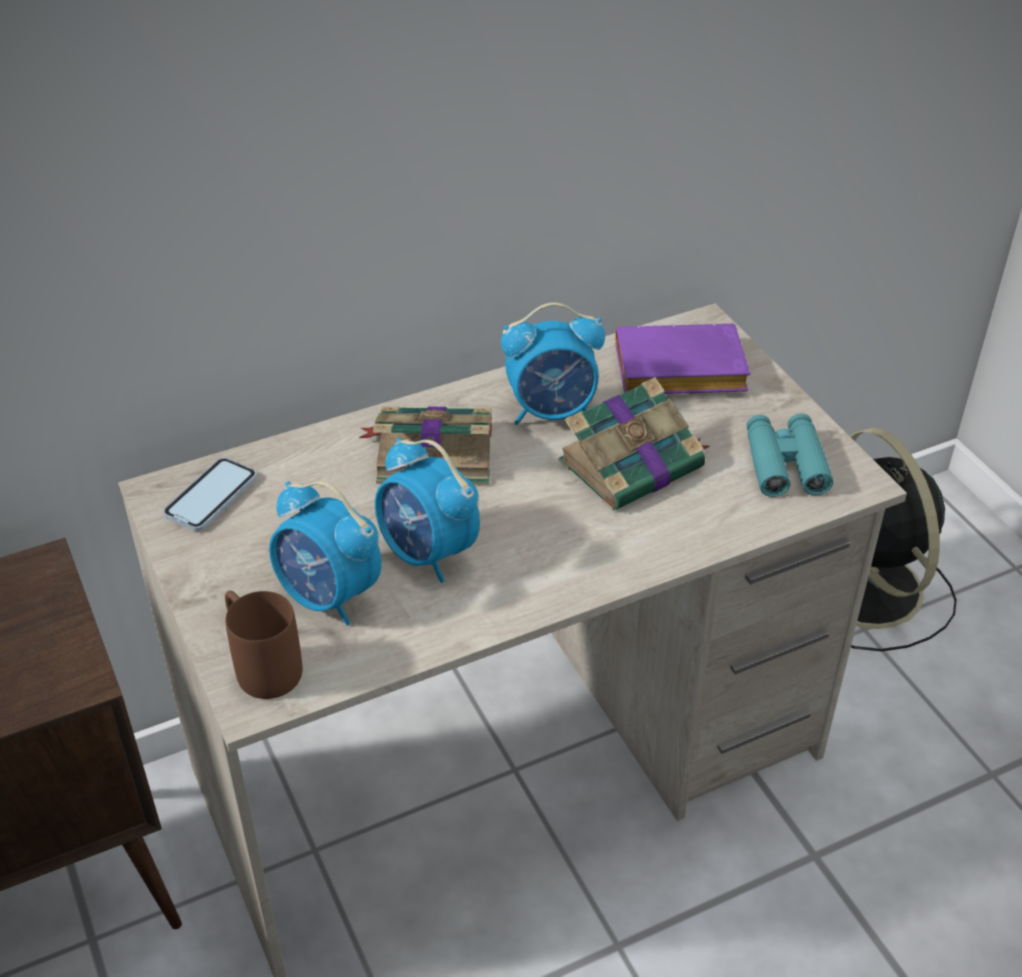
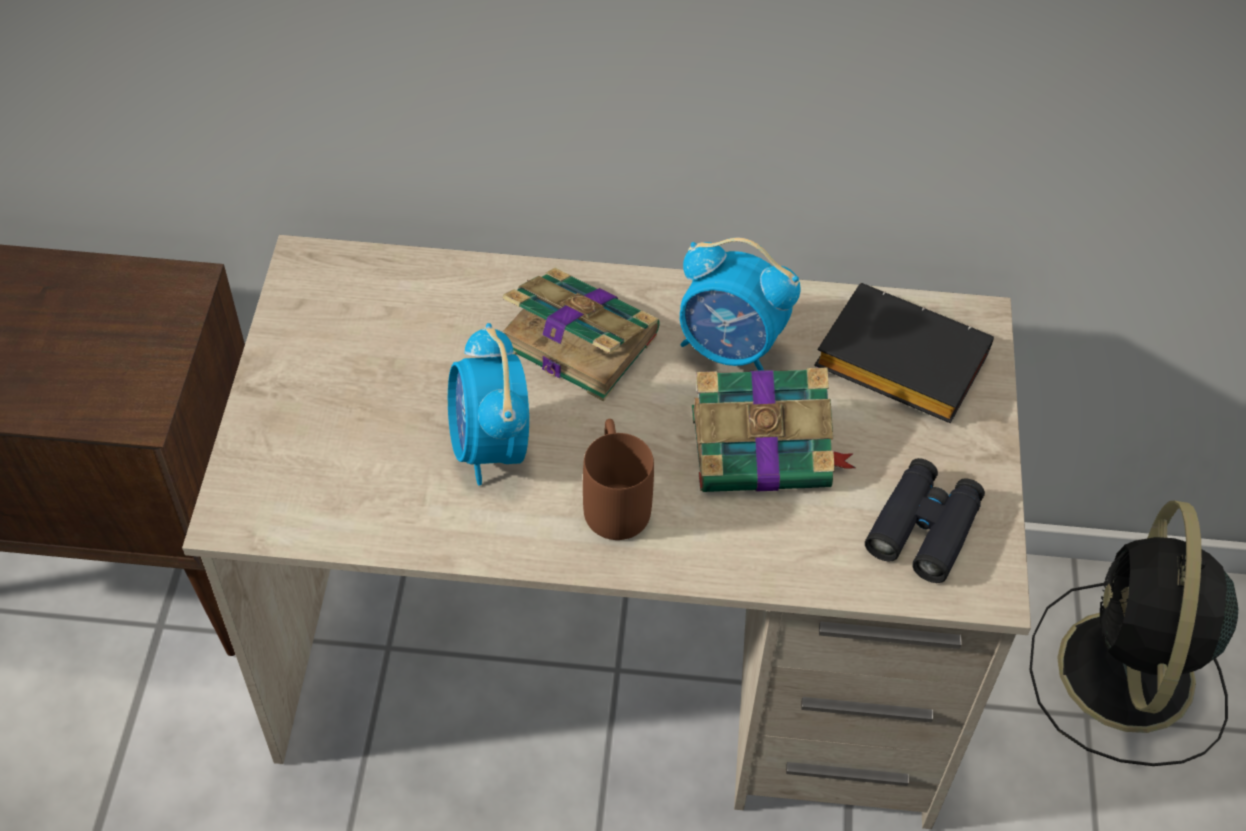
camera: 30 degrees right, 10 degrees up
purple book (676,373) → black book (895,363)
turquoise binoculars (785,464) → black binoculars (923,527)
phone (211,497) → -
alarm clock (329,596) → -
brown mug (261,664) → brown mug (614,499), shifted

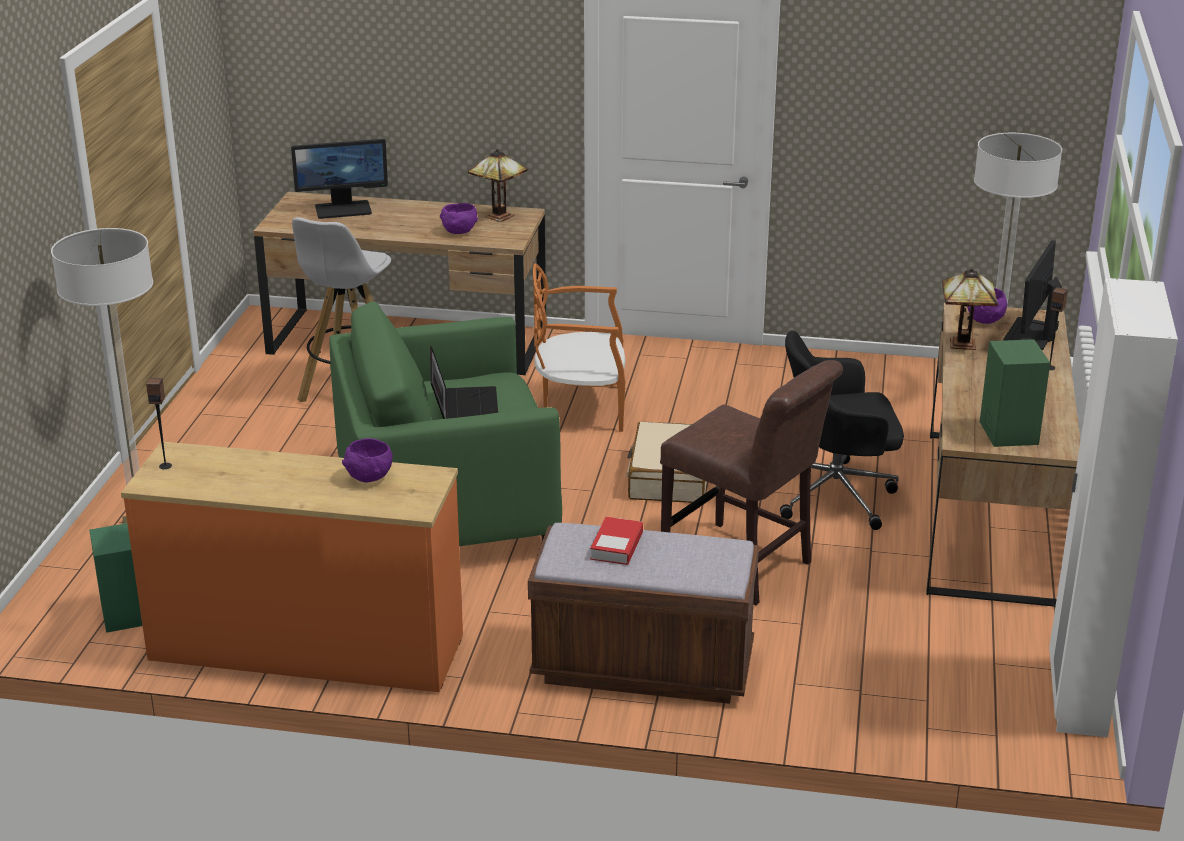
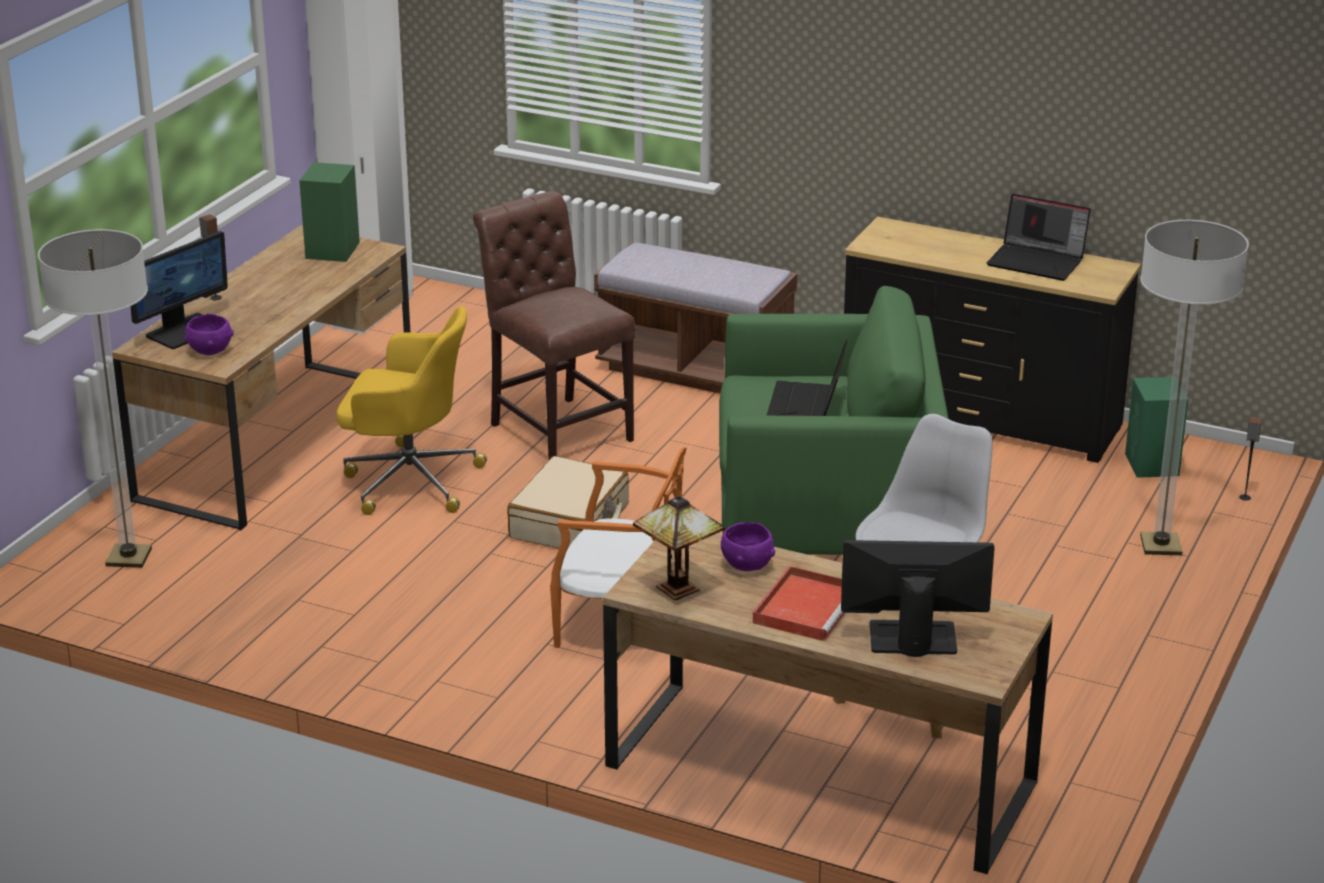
camera: 165 degrees left, 0 degrees up
table lamp (964,343) → -
black office chair (836,494) → yellow office chair (409,480)
speaker (165,466) → speaker (1244,497), shifted
purple bowl (369,478) → -
orange dresser (306,649) → black dresser (980,417)
book (616,546) → -
- → laptop (1038,261)
- → red tray (806,607)

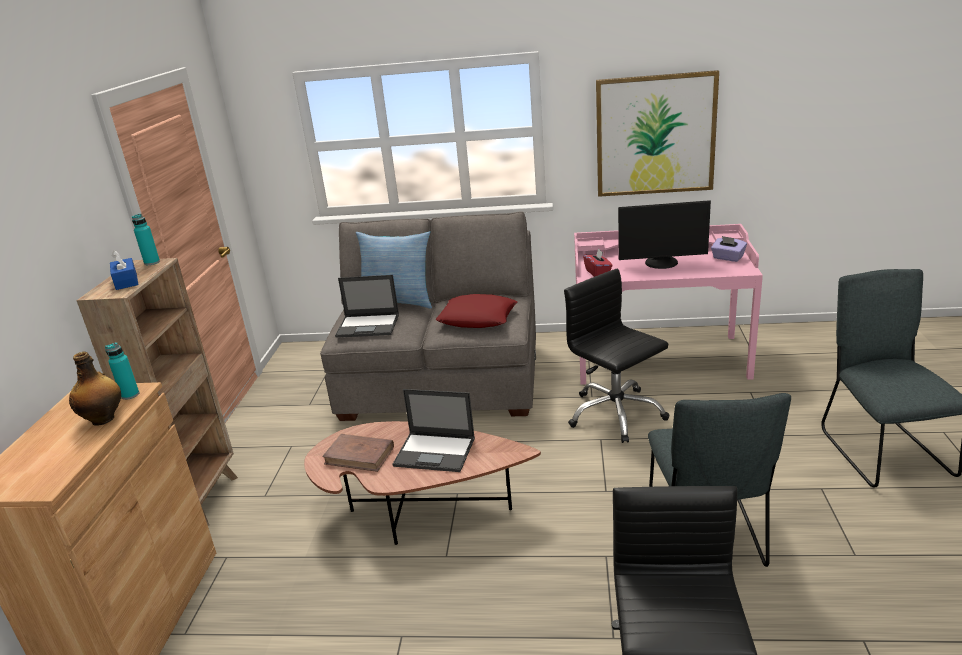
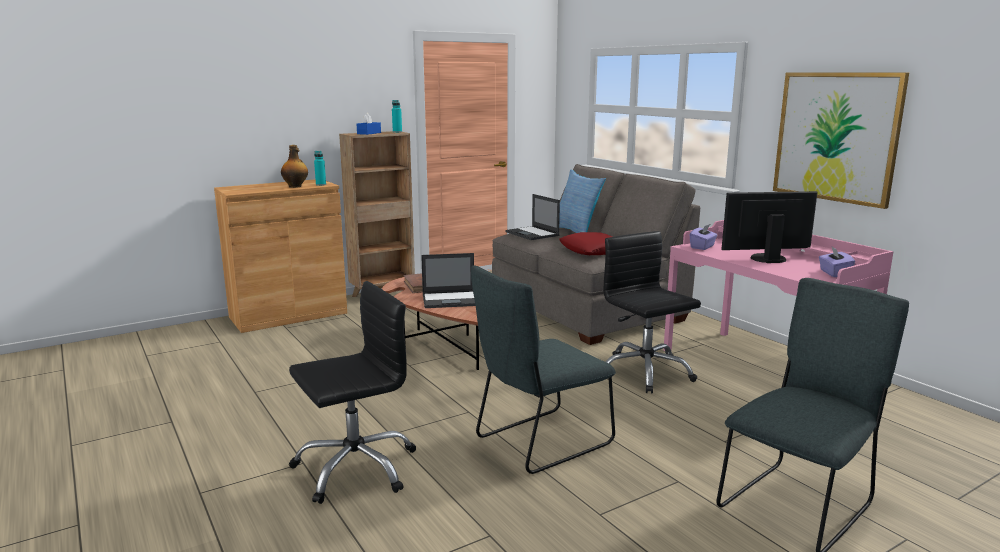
camera: 50 degrees right, 10 degrees down
monitor (661,263) → monitor (767,258), 120 degrees clockwise
red tissue box (598,273) → purple tissue box (702,247)
black office chair (615,414) → black office chair (644,372), 45 degrees counterclockwise
laptop (436,452) → laptop (451,300), 75 degrees counterclockwise

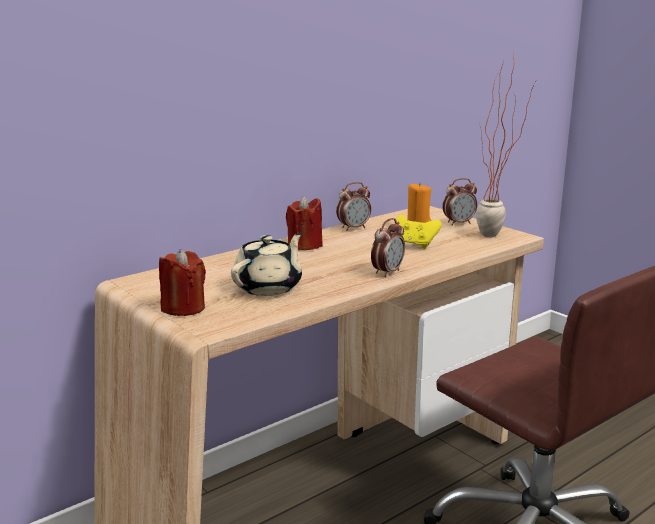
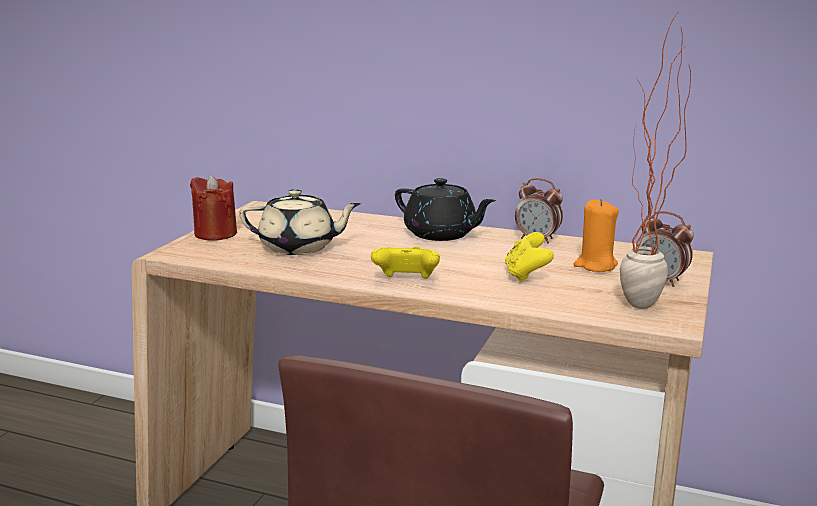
camera: 60 degrees right, 0 degrees up
red candle (304,245) → black teapot (441,234)
alarm clock (387,272) → yellow game controller (406,281)

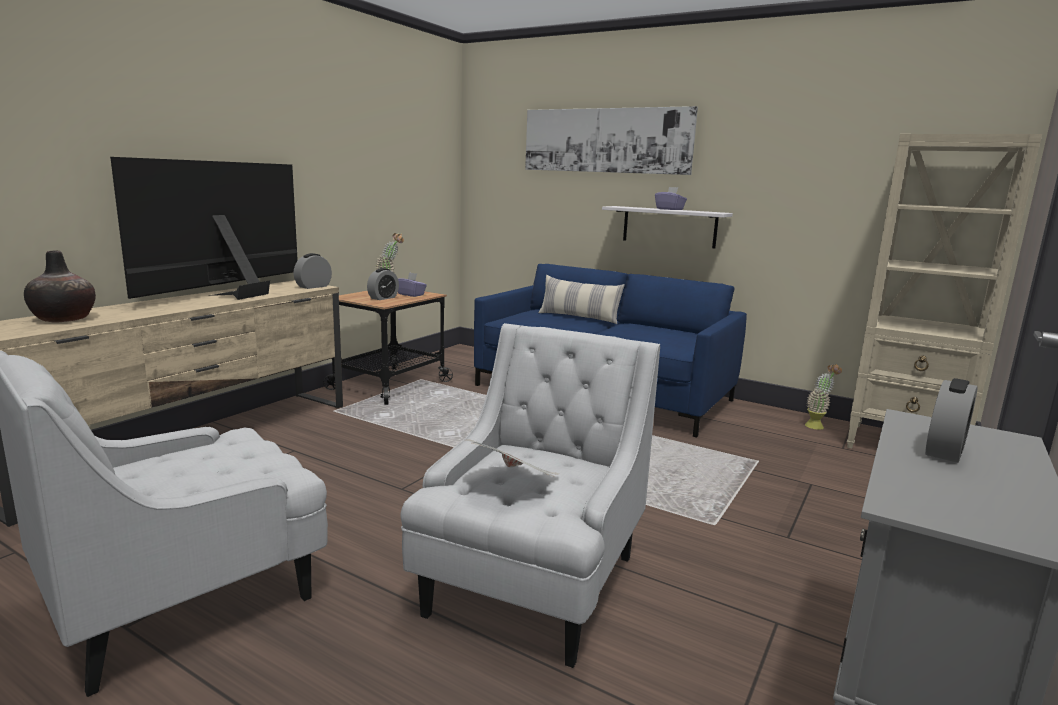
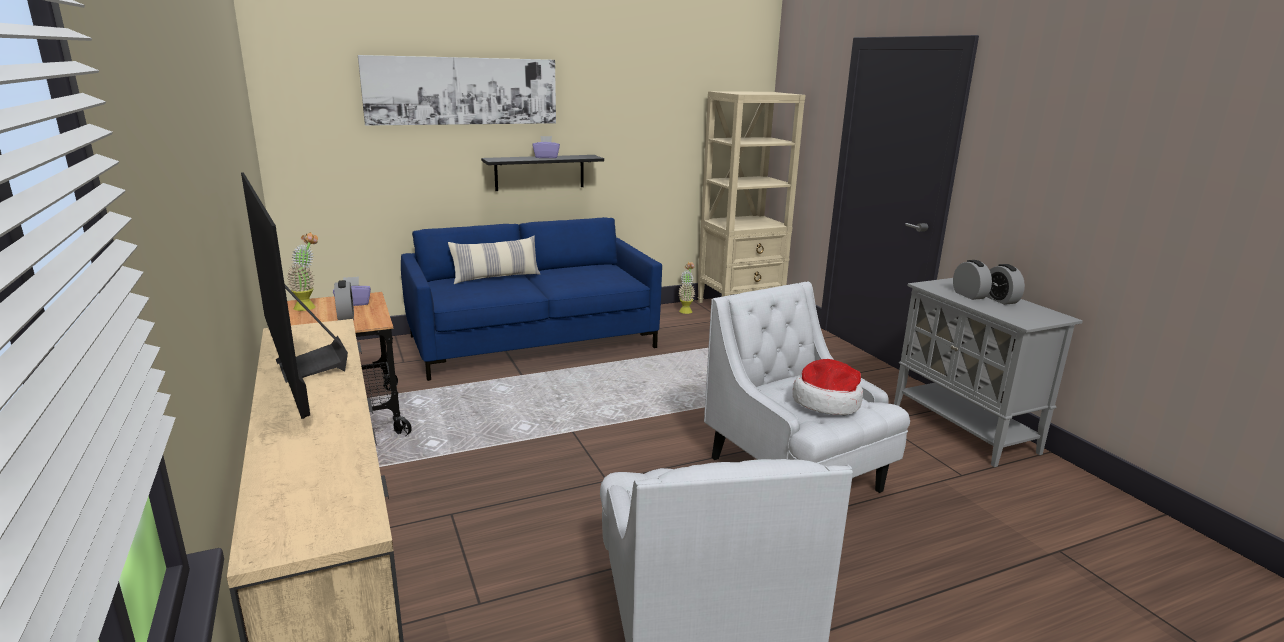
camera: 55 degrees left, 5 degrees up
white shelf (669,226) → black shelf (539,172)
vase (64,319) → -
alarm clock (313,286) → alarm clock (1000,300), shifted
newspaper (514,483) → hat (827,402)

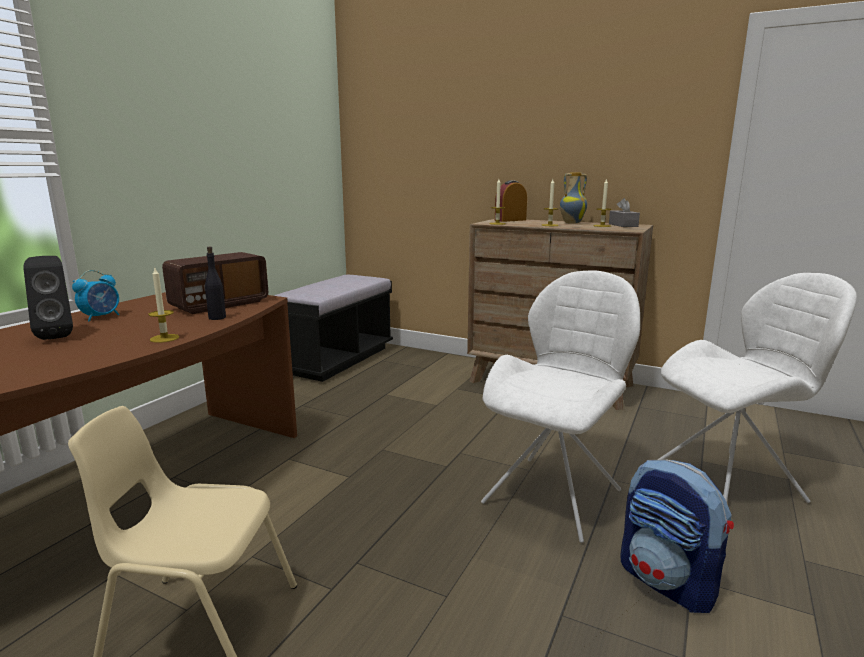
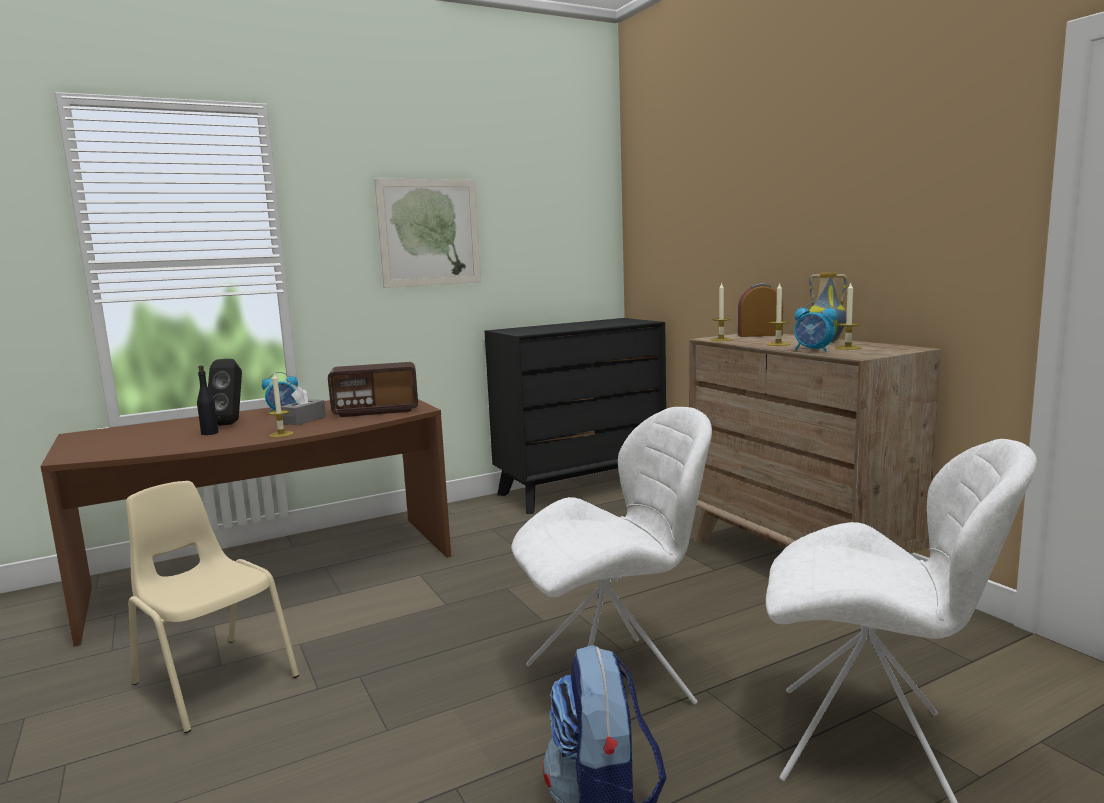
camera: 35 degrees right, 5 degrees down
grey tissue box (623,225) → grey tissue box (304,420), shifted
black bottle (217,318) → black bottle (209,433), shifted
black bench (336,359) → black dresser (581,489)
- → picture (429,232)
- → alarm clock (813,350)

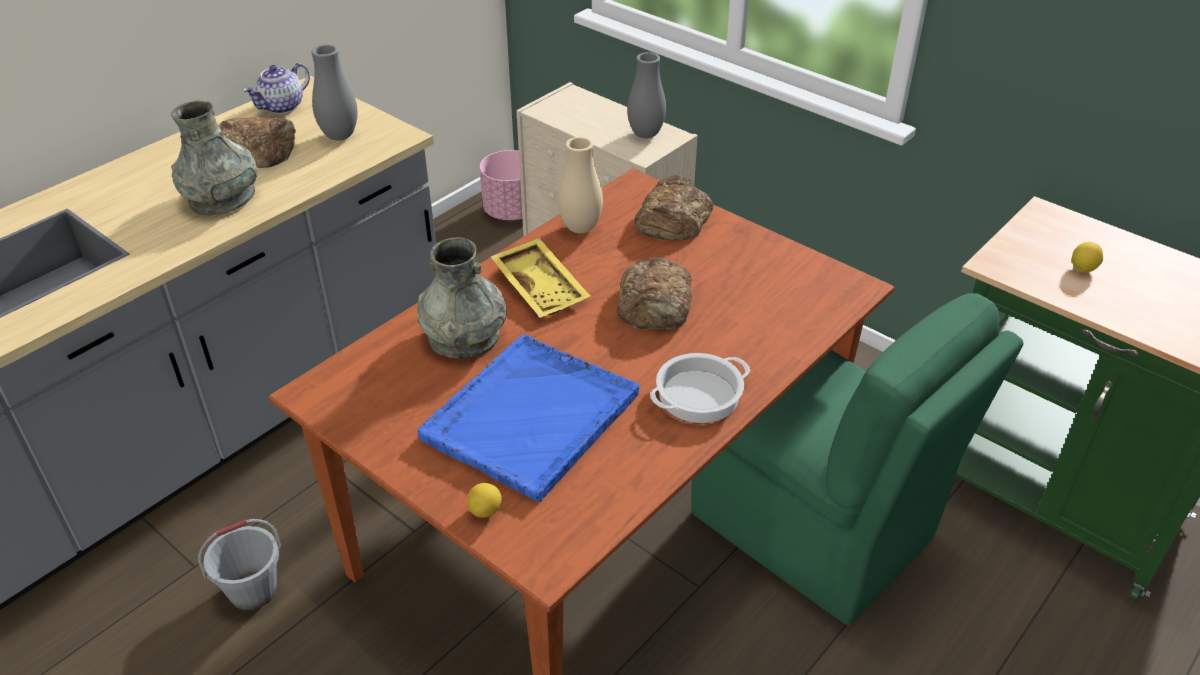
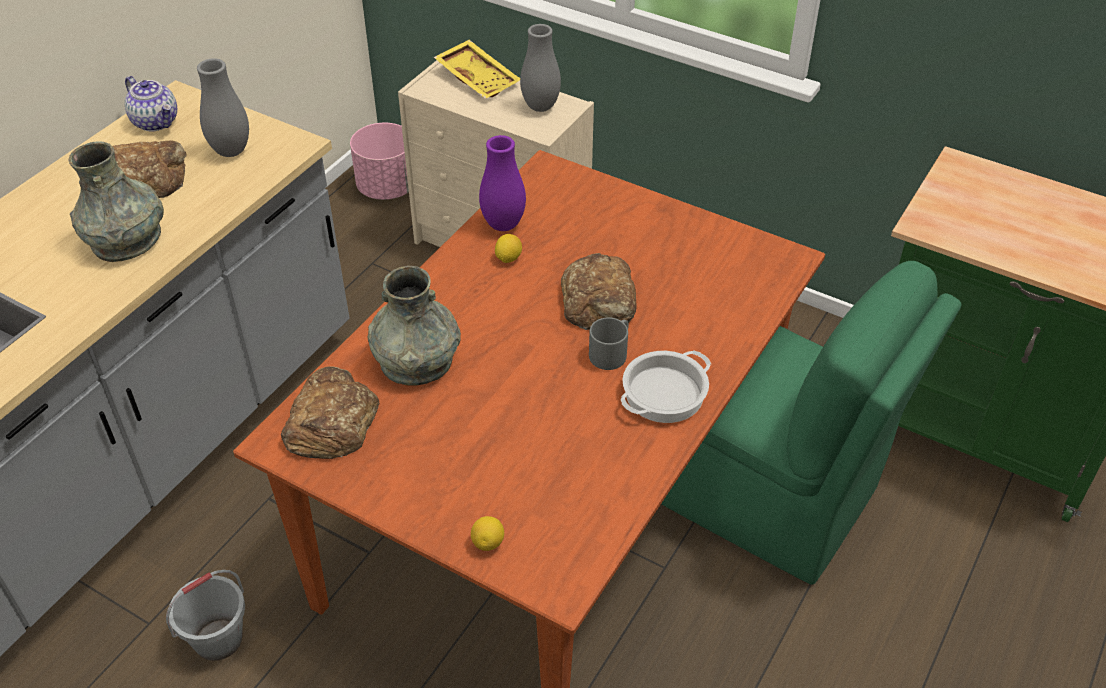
camera: 10 degrees left, 5 degrees up
teapot (282,107) → teapot (156,122), 75 degrees counterclockwise
beige vase (580,228) → purple vase (503,225)
bread (672,218) → bread (331,422), shifted
yellow tray (542,287) → yellow tray (479,78), shifted
lemon (1083,268) → lemon (508,258), shifted
blue tray (529,417) → -
- → grey mug (611,352)

